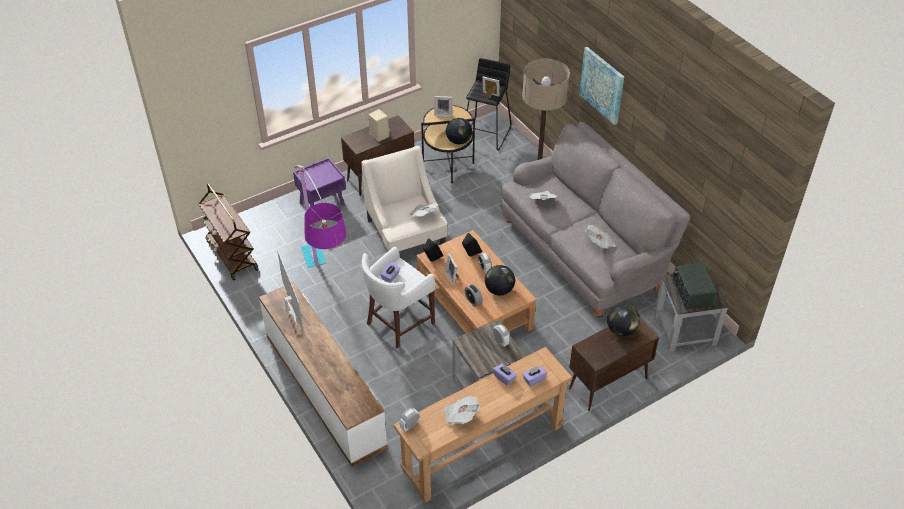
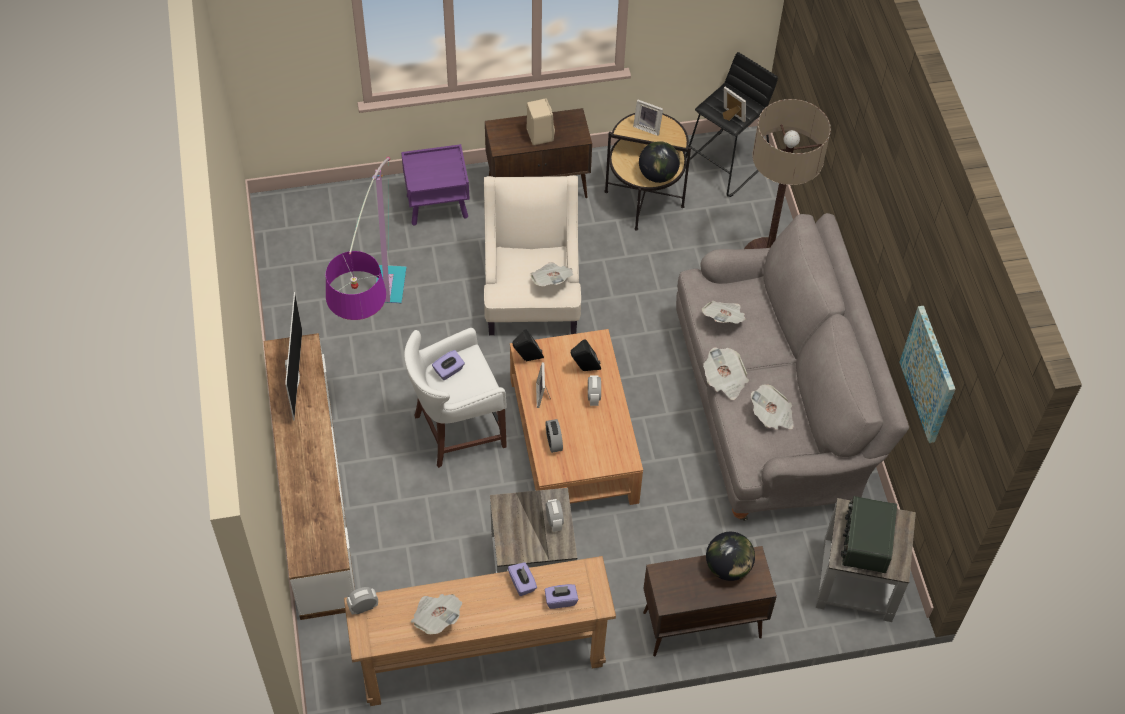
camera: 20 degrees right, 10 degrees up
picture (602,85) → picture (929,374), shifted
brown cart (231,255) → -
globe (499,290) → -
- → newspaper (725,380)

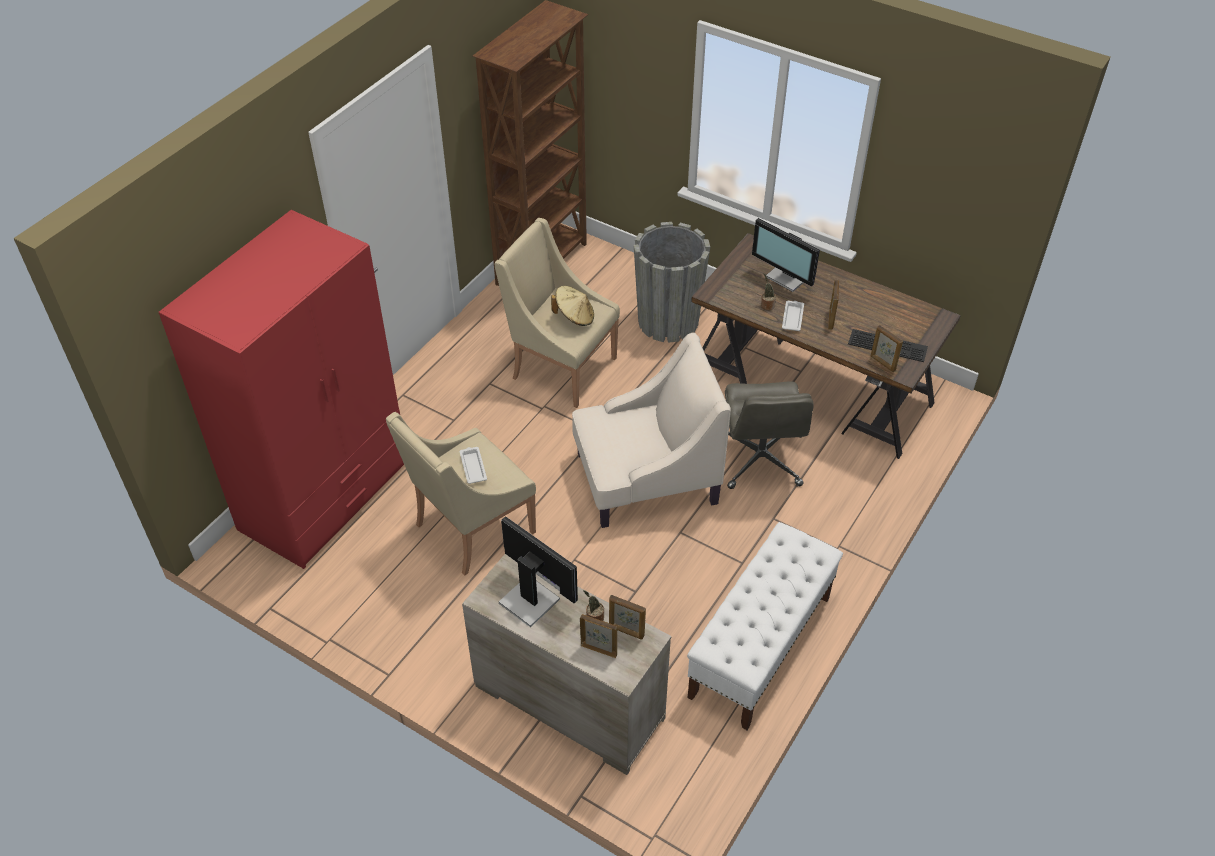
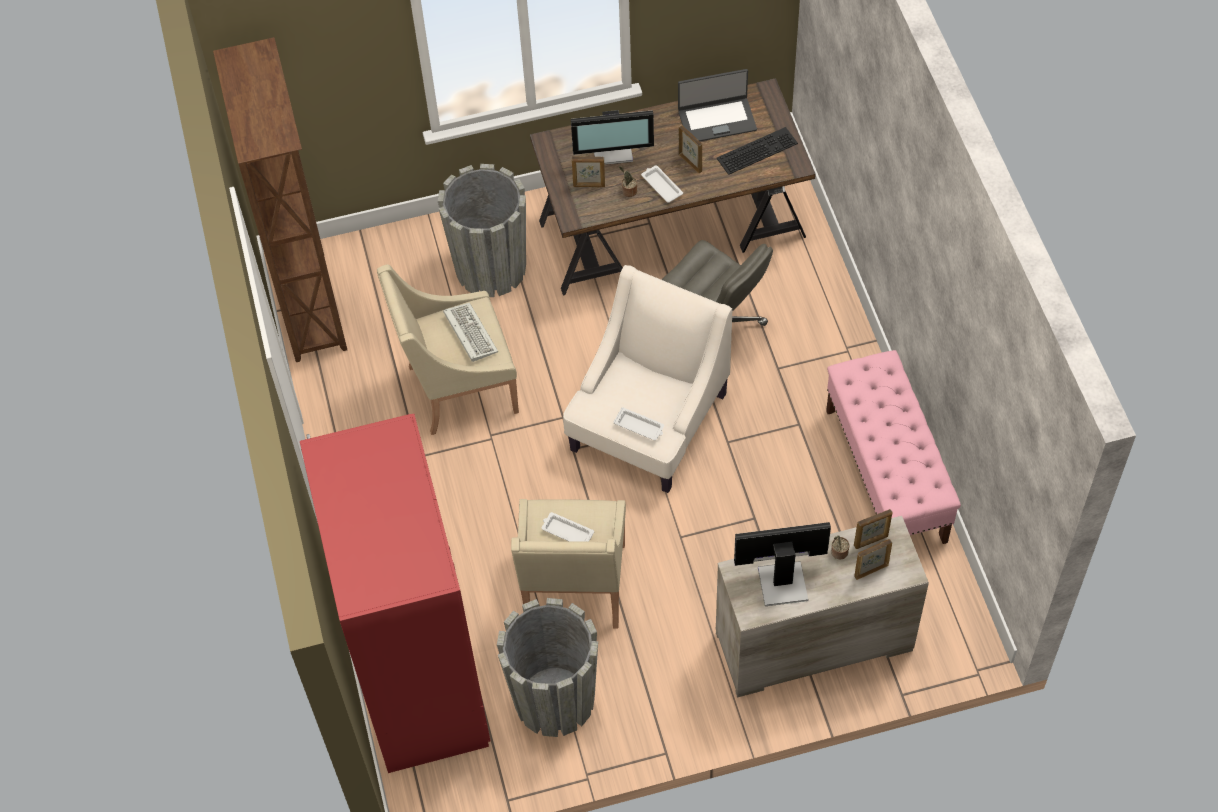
camera: 45 degrees left, 10 degrees up
beige hat (574,317) → keyboard (469,332)
picture frame (882,363) → picture frame (589,185), shifted
white bench (760,647) → pink bench (886,476)
- → laptop (717,120)
- → white tray (640,426)
- → grey planter (554,699)

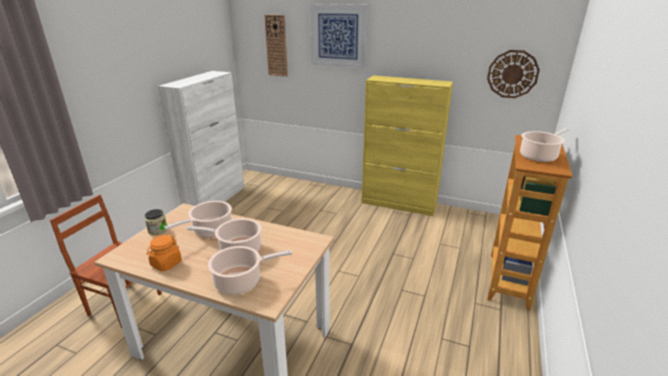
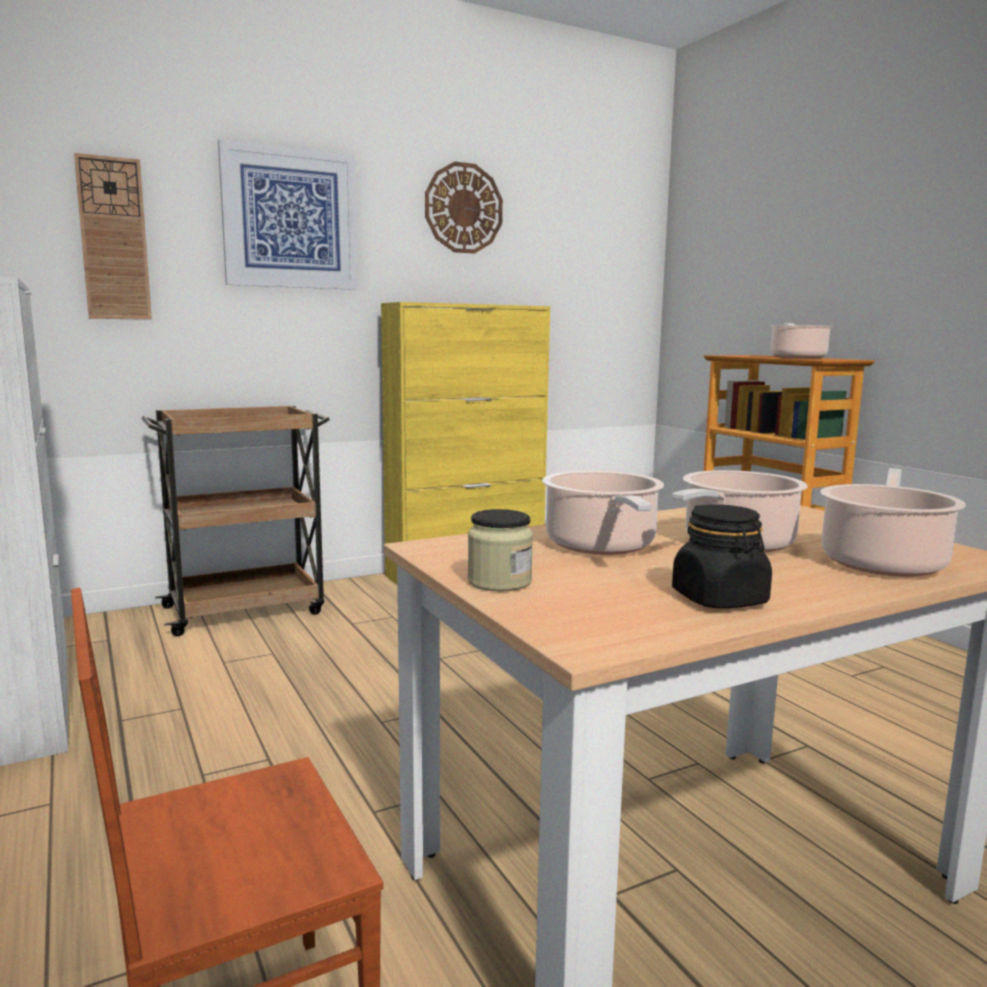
camera: 50 degrees left, 15 degrees down
wall clock (512,74) → wall clock (463,208), shifted
orange jar (166,264) → black jar (720,599)
- → brown cart (246,609)

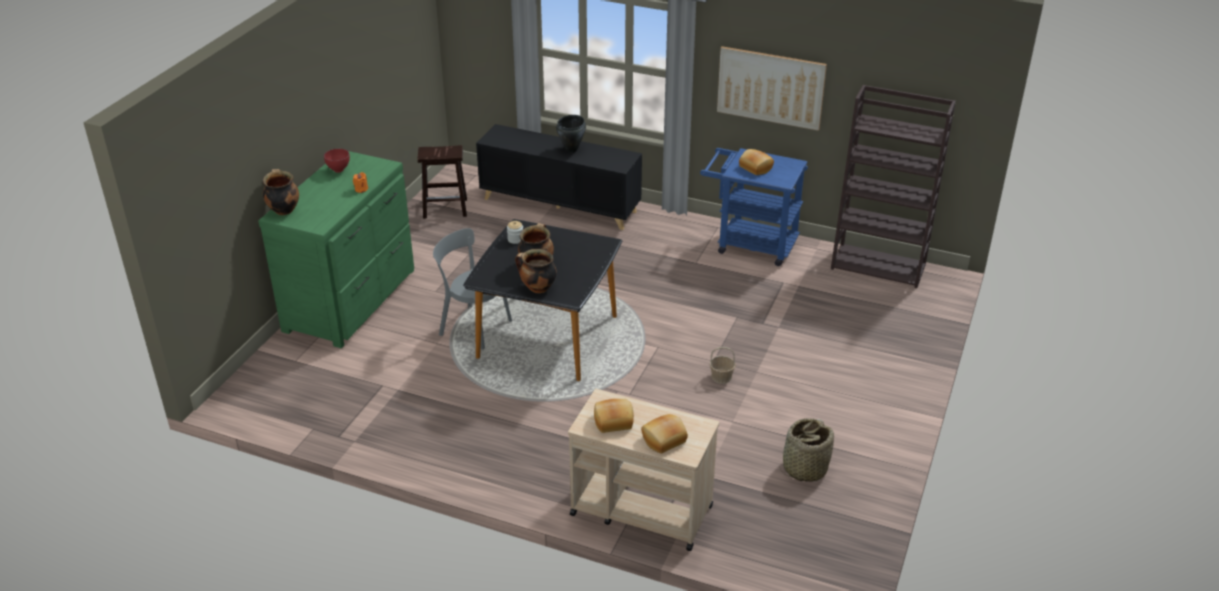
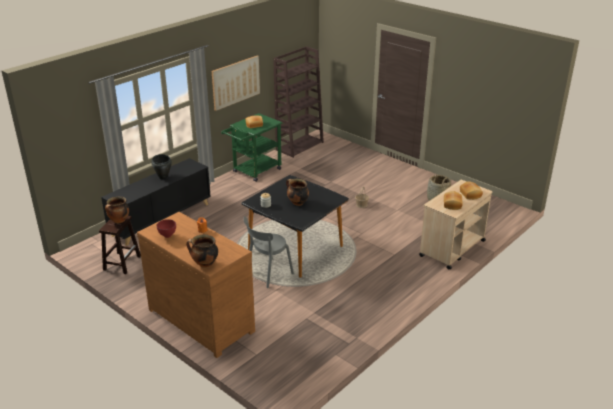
camera: 70 degrees left, 5 degrees down
blue cart (749,244) → green cart (254,172)
green dresser (352,300) → brown dresser (202,319)
cooking pot (537,288) → cooking pot (119,221), shifted

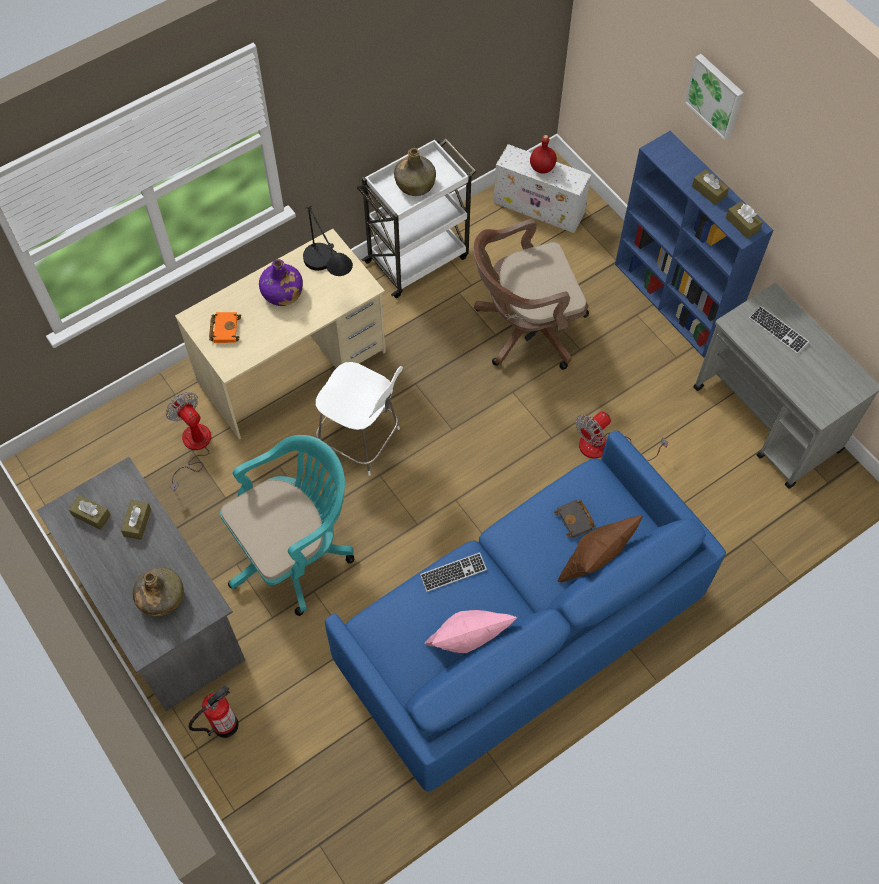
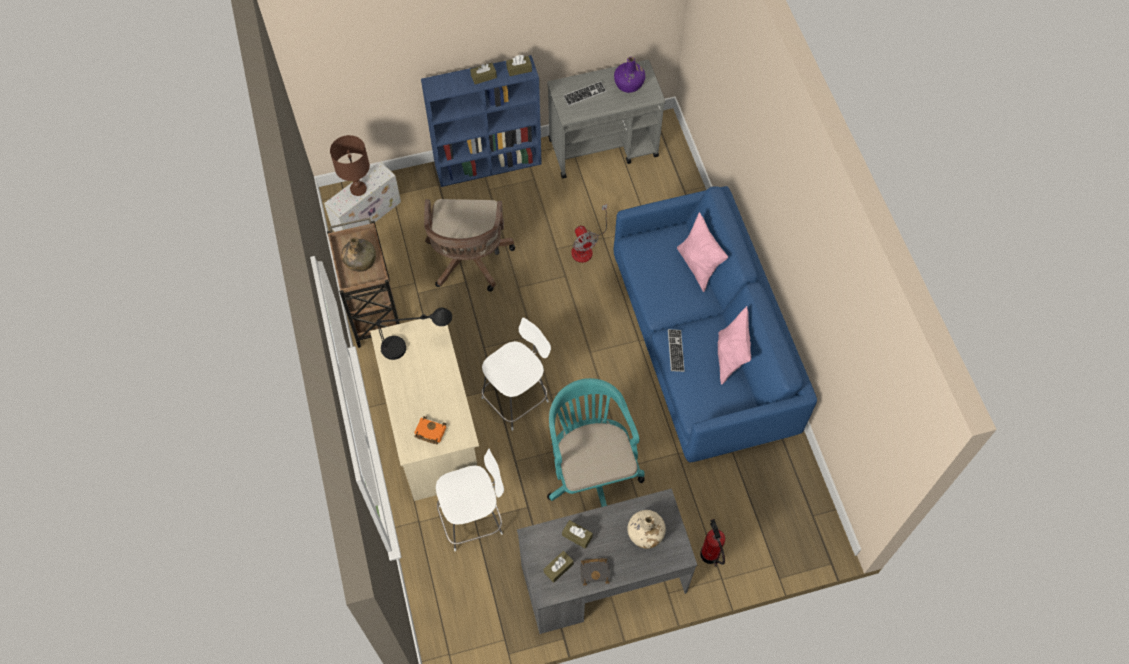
camera: 70 degrees left, 0 degrees up
picture (715,95) → -
red bottle (541,168) → brown table lamp (358,189)
white cart (418,258) → brown cart (373,310)
purple bottle (282,293) → purple bottle (629,84), shifted
fan (193,447) → white chair (473,519)
black book (576,520) → black book (595,571), shifted
brown pillow (594,564) → pink pillow (698,266)
green bottle (161,598) → beige bottle (645,533)

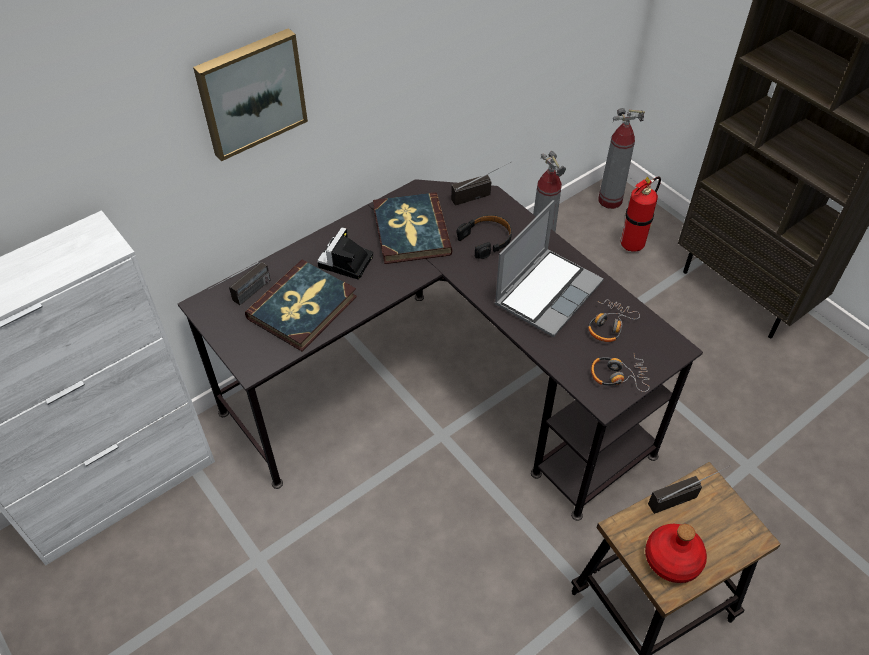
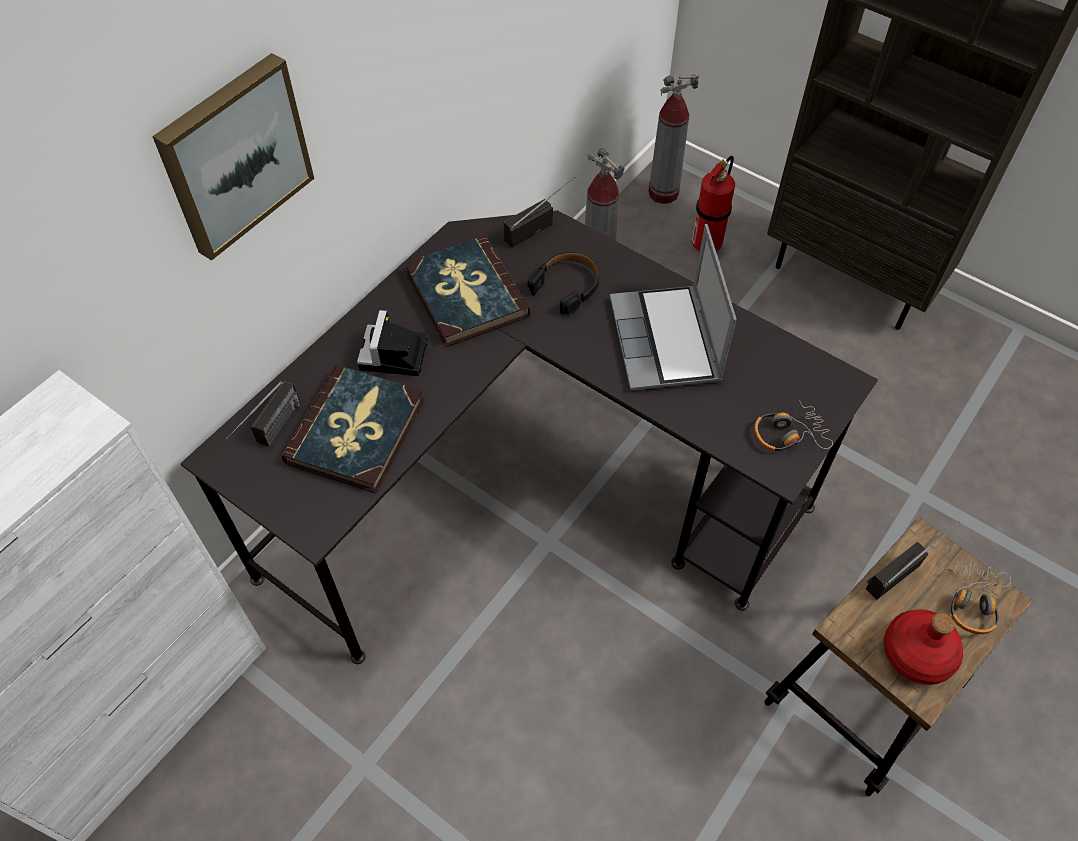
camera: 15 degrees left, 5 degrees up
laptop (547,292) → laptop (666,341), 150 degrees clockwise
headphones (609,325) → headphones (972,601), shifted

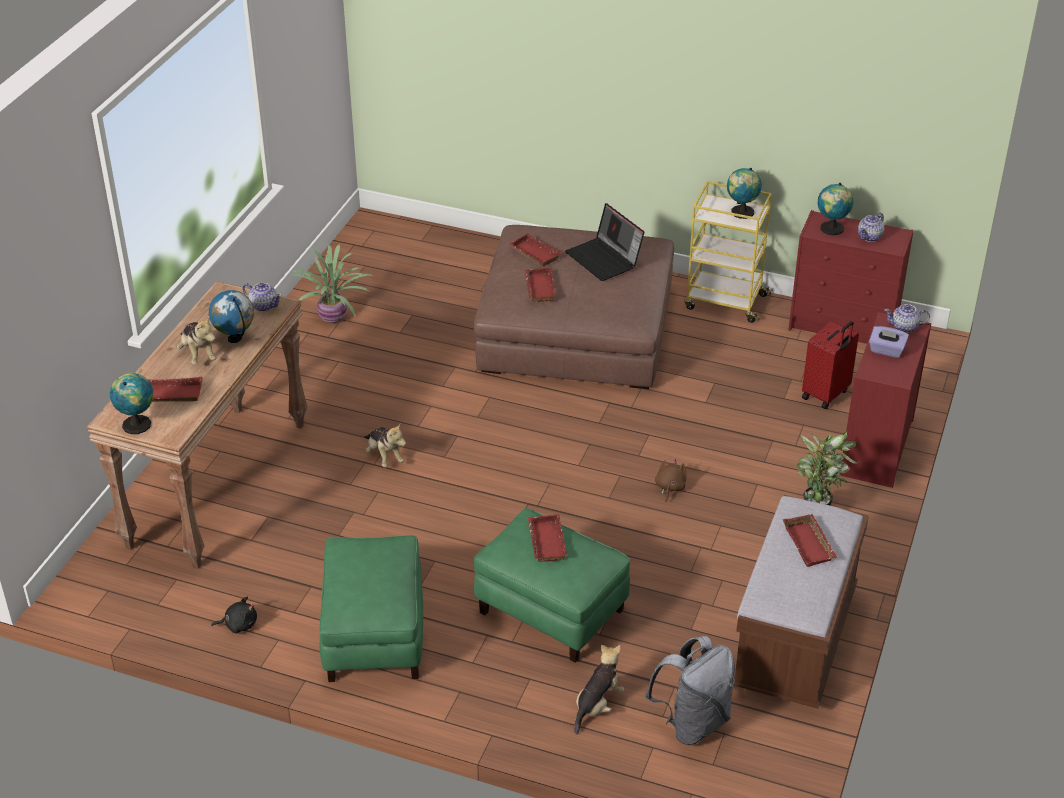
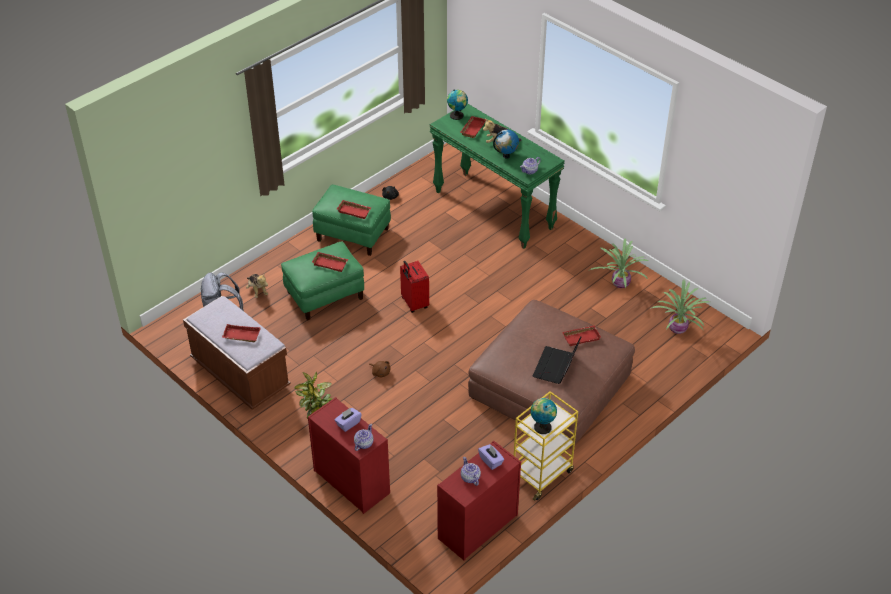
camera: 115 degrees right, 5 degrees up
globe (831,229) → purple tissue box (491,461)
laptop (605,259) → laptop (556,367), 60 degrees counterclockwise
red tray (538,288) → red tray (355,211), shifted
brown console table (217,483) → green console table (494,210)
red suitcase (826,395) → red suitcase (414,303), shifted
plush toy (384,456) → -
- → potted plant (678,329)

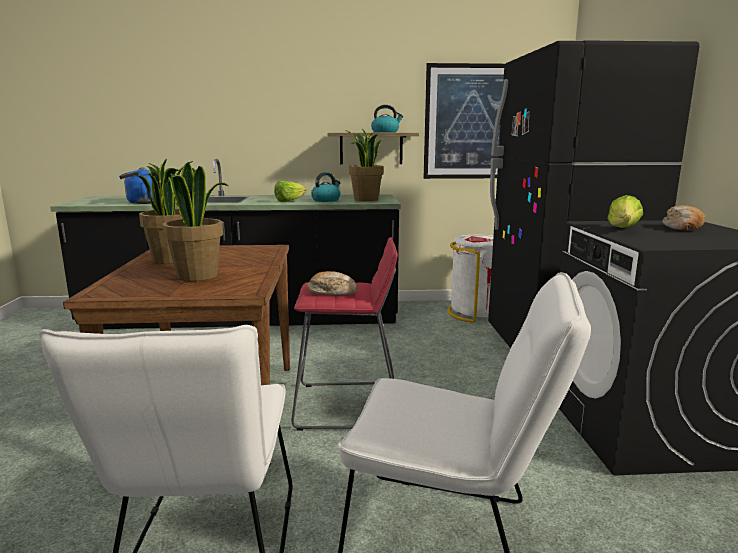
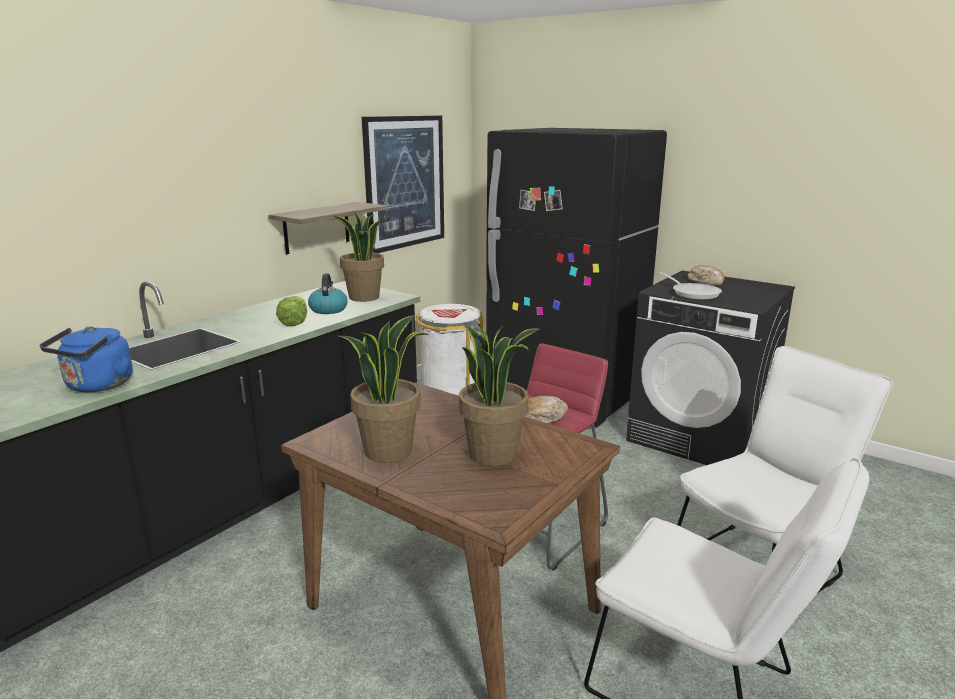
camera: 50 degrees left, 5 degrees up
kettle (385,132) → -
lettuce (623,229) → frying pan (693,293)

